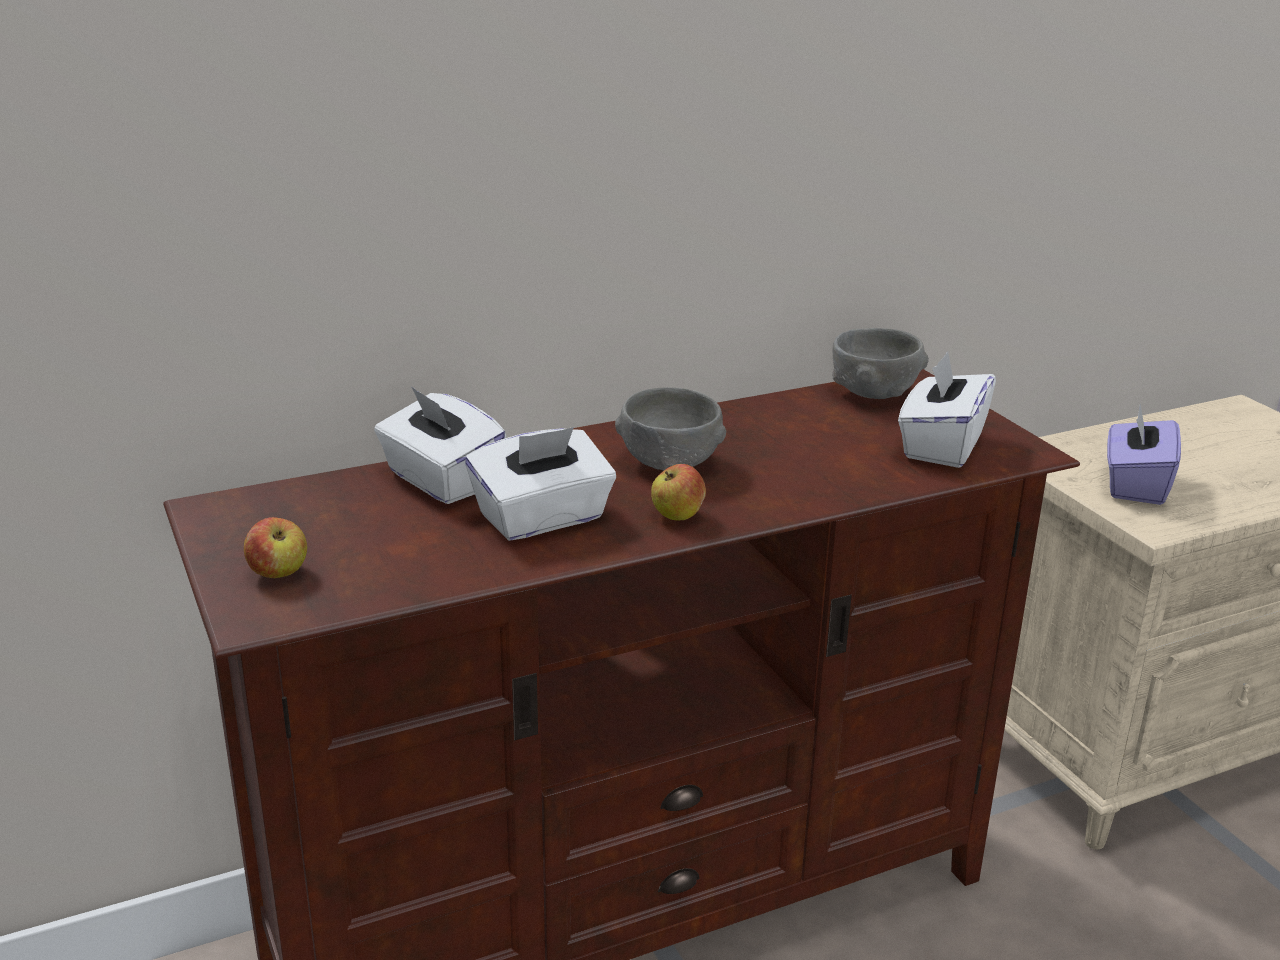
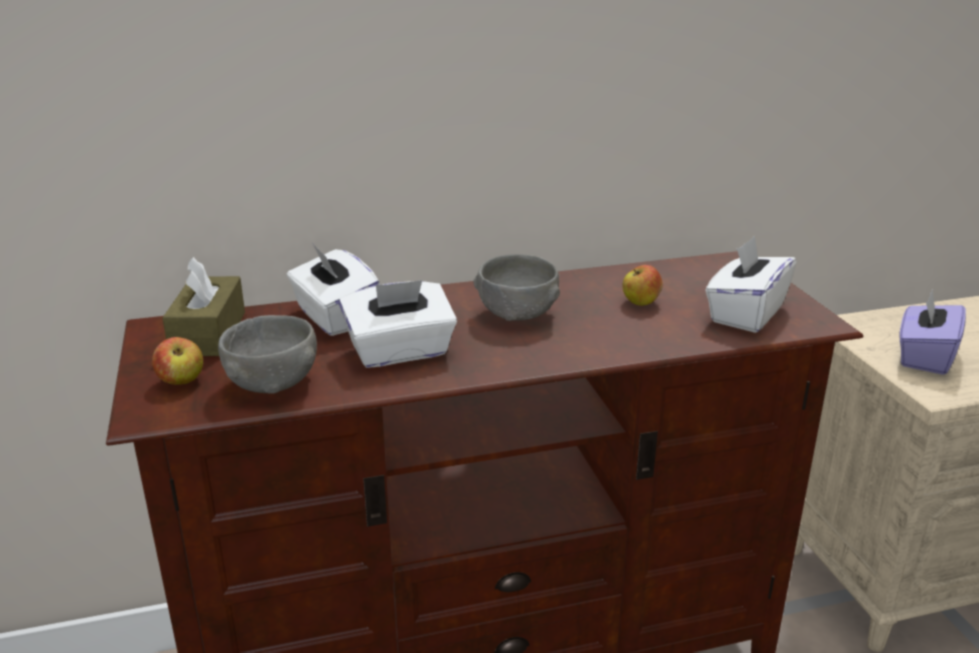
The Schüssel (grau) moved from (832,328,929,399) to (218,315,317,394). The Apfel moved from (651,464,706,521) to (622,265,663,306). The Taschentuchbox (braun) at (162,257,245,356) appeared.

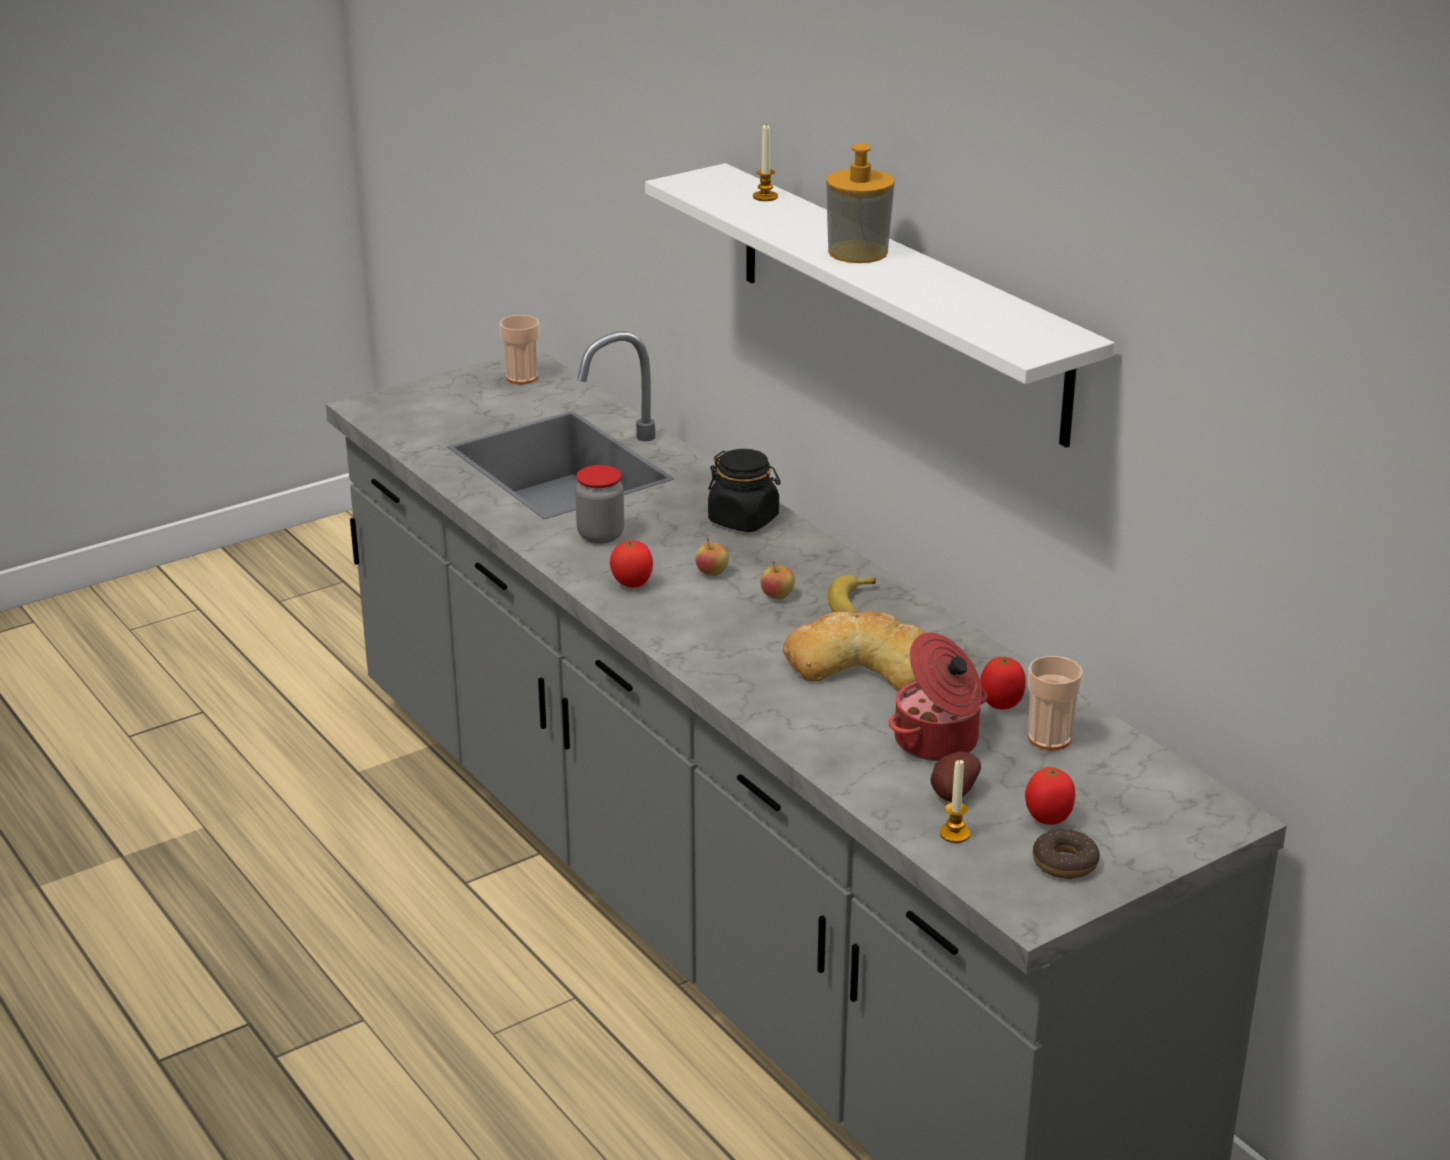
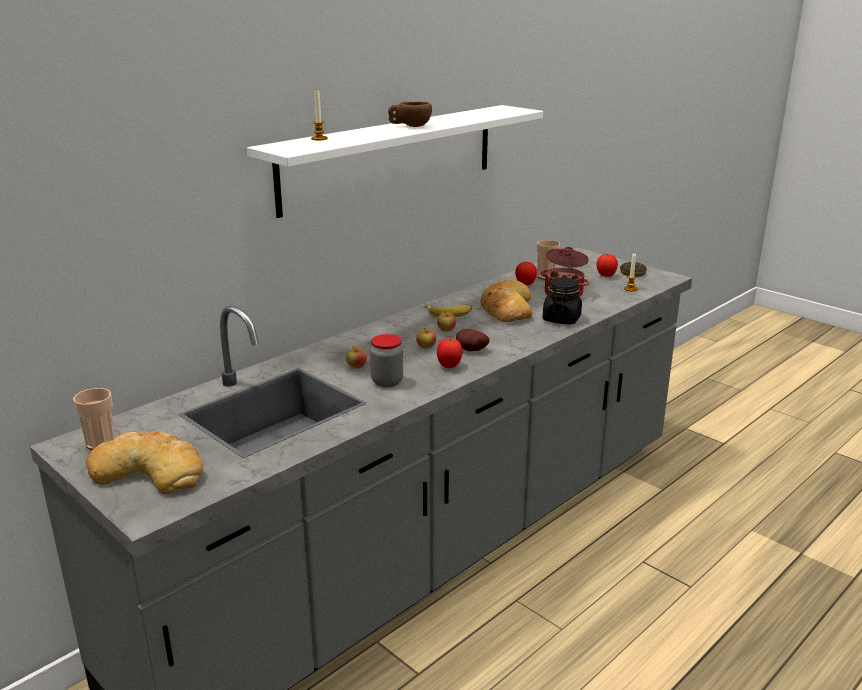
The Seifenspender at (826,143,895,263) was replaced by the Tasse (braun) at (388,102,432,127). The Vorratsglas (schwarz) moved from (708,449,781,532) to (542,277,582,325). The Kartoffel moved from (930,752,981,802) to (456,329,489,351). The Apfel at (346,346,367,368) appeared. The Brot at (86,431,203,494) appeared.

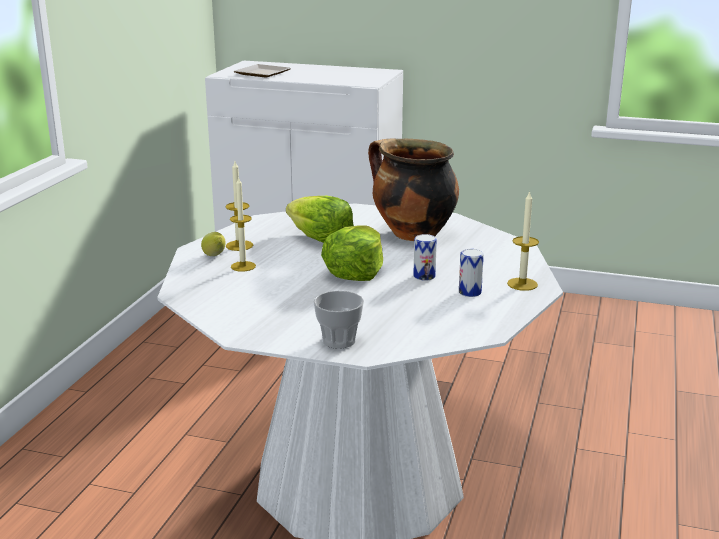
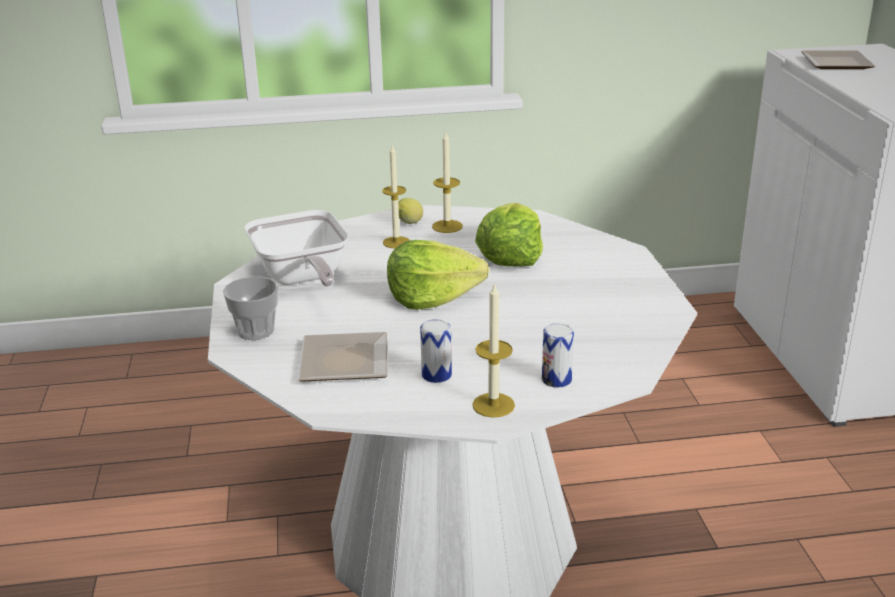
The Kochtopf at (368,138,459,241) disappeared. The Dose moved from (413,234,437,281) to (542,323,574,388). The Pfanne at (244,210,349,286) appeared. The Teller at (298,332,388,382) appeared.

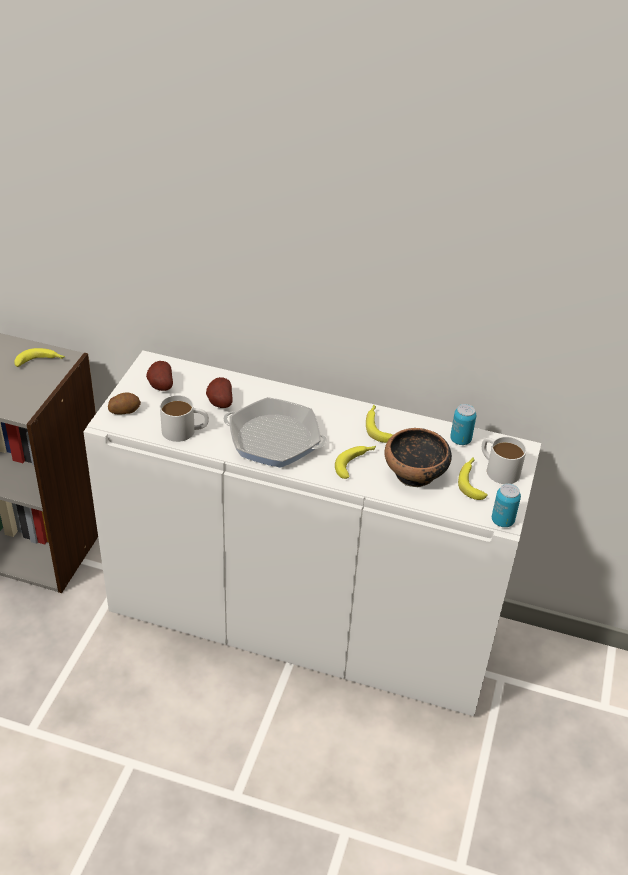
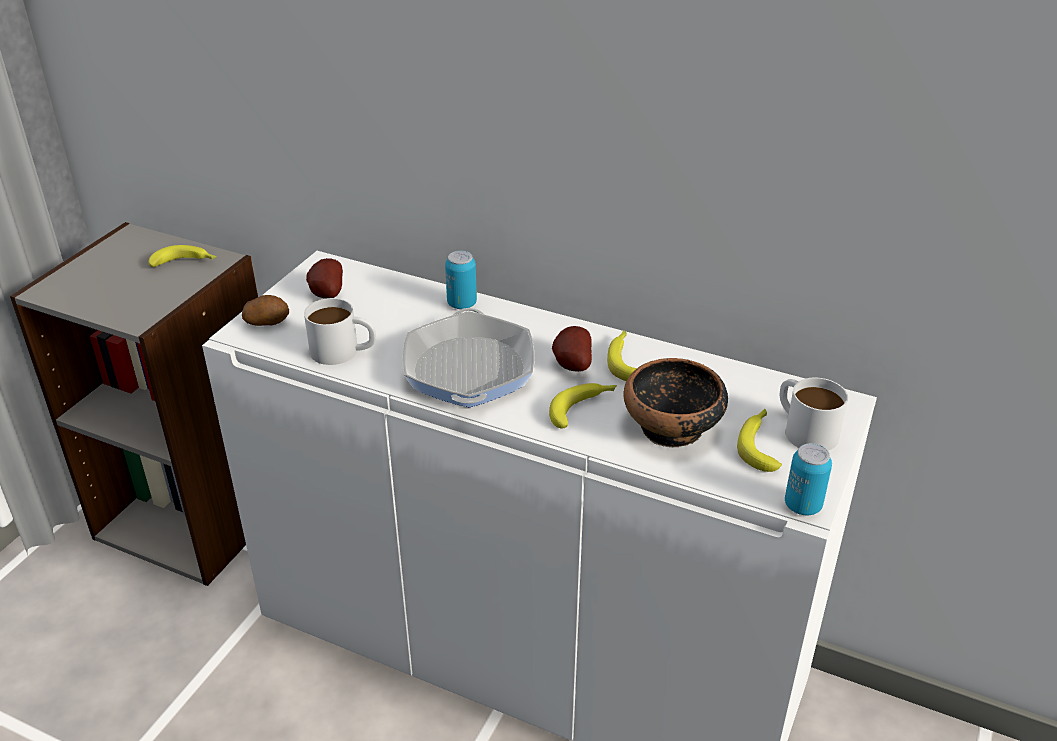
The Kartoffel moved from (206,377,233,408) to (552,326,592,372). The Pfanne at (223,397,327,468) turned 120 degrees counterclockwise. The Dose moved from (450,404,476,445) to (445,251,477,309).

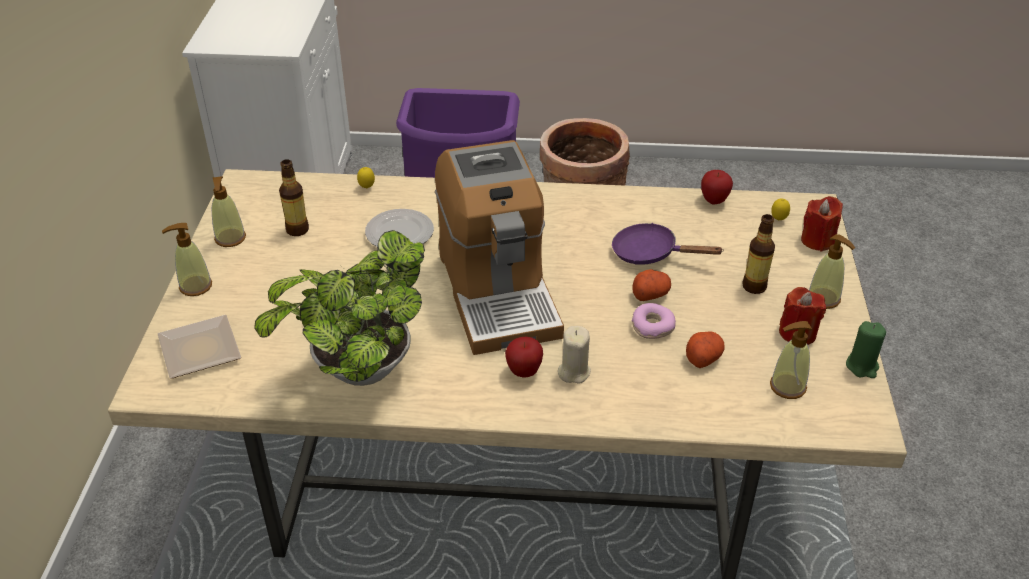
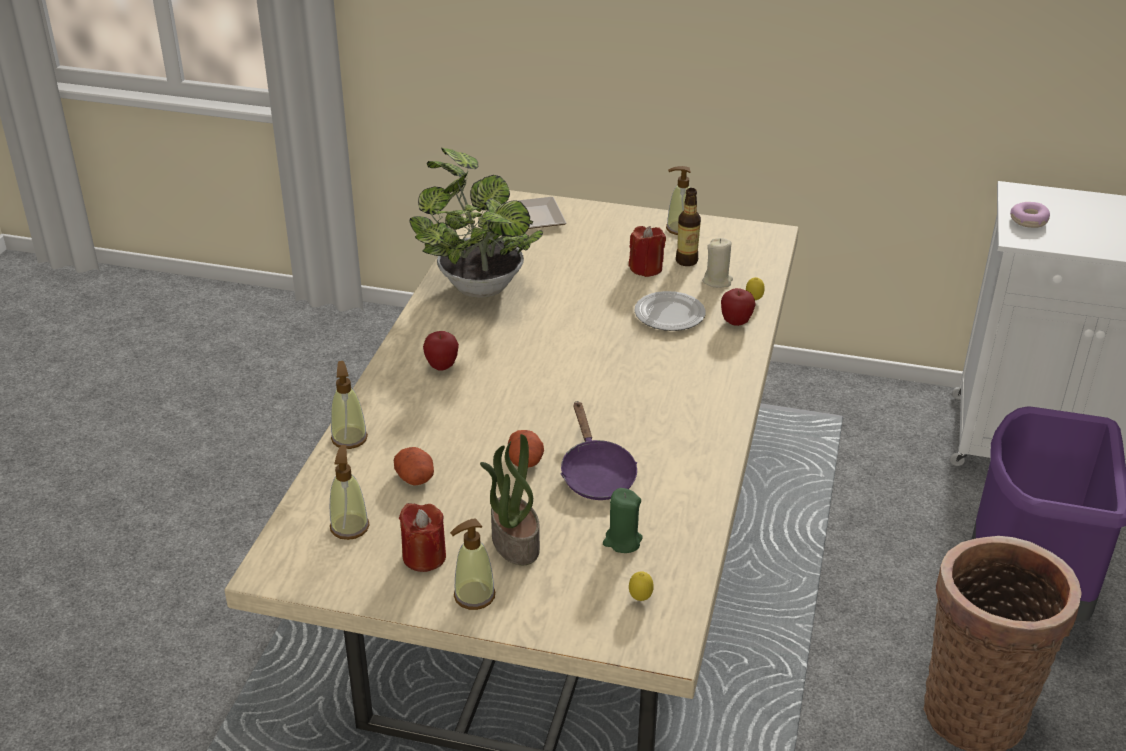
The Kaffeemaschine at (435,140,564,355) disappeared. The Apfel moved from (701,170,733,205) to (721,288,756,326). The Kerze (rot) moved from (801,196,843,252) to (629,226,666,277). The Flasche at (742,214,775,294) was replaced by the Topfpflanze at (480,434,540,565). The Seifenspender moved from (162,223,212,296) to (331,361,368,449). The Pfanne (lila) at (612,223,724,265) turned 135 degrees clockwise. The Donut moved from (631,303,676,339) to (1010,202,1050,228). The Kerze (grün) moved from (846,321,886,378) to (603,488,643,553). The Kerze (beige) moved from (558,326,591,384) to (702,238,733,288).

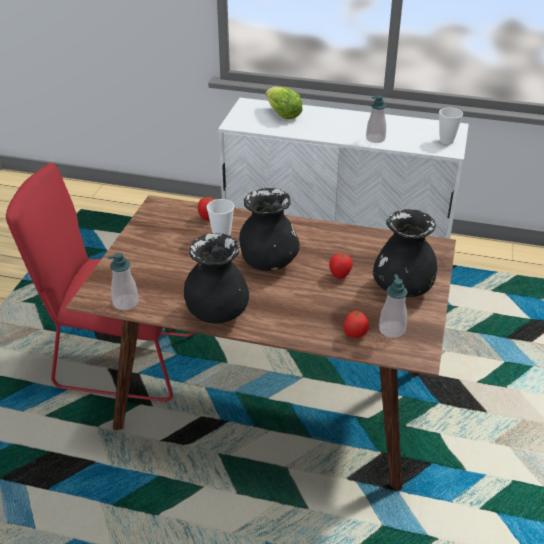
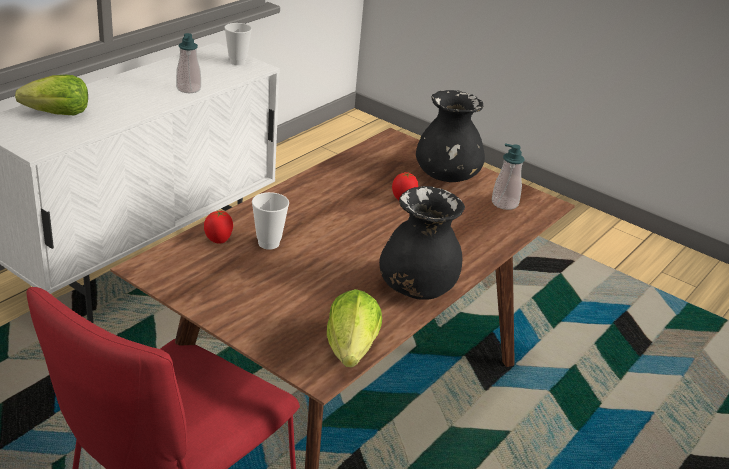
The Vase (schwarz) at (239,188,300,271) disappeared. The Seifenspender at (108,253,138,311) was replaced by the Salatkopf at (327,289,382,368). The Tomate at (343,311,369,338) disappeared.

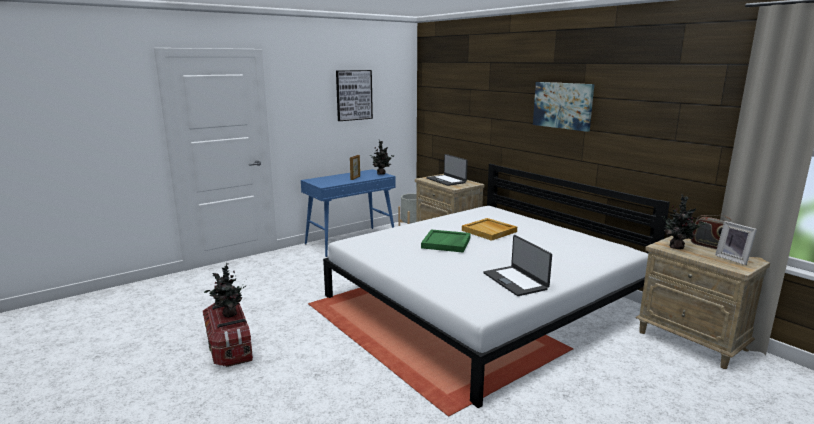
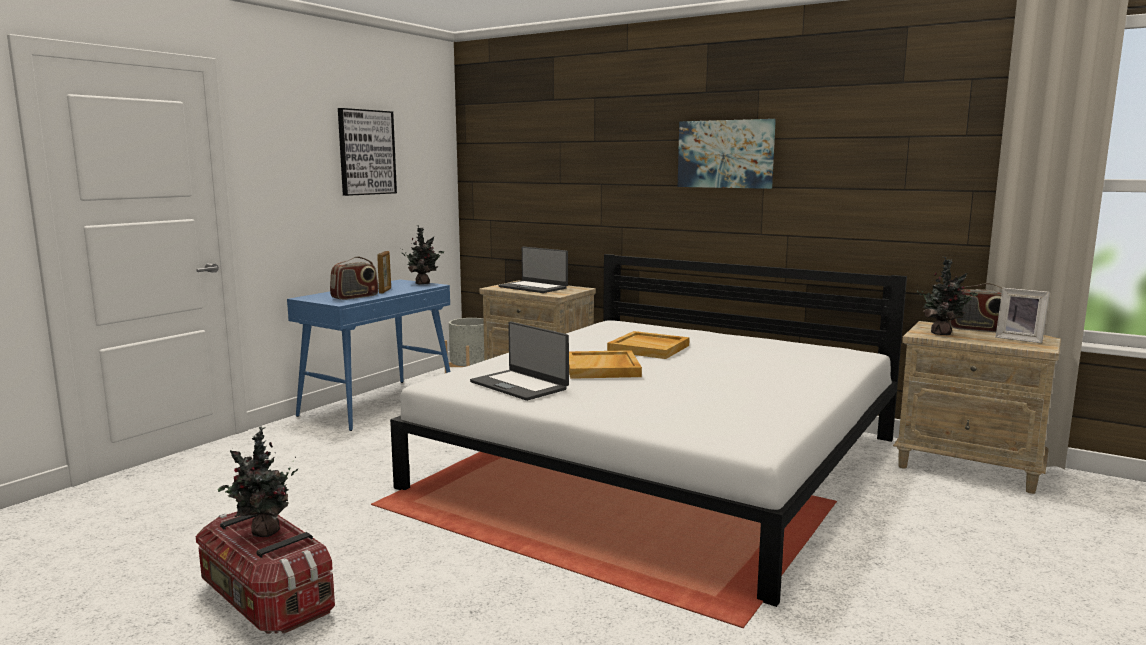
The Tablett (grün) at (421,230,471,252) became the Tablett (beige) at (569,350,642,379). The Laptop moved from (483,235,552,296) to (470,322,569,401). The Radio at (330,256,379,300) appeared.

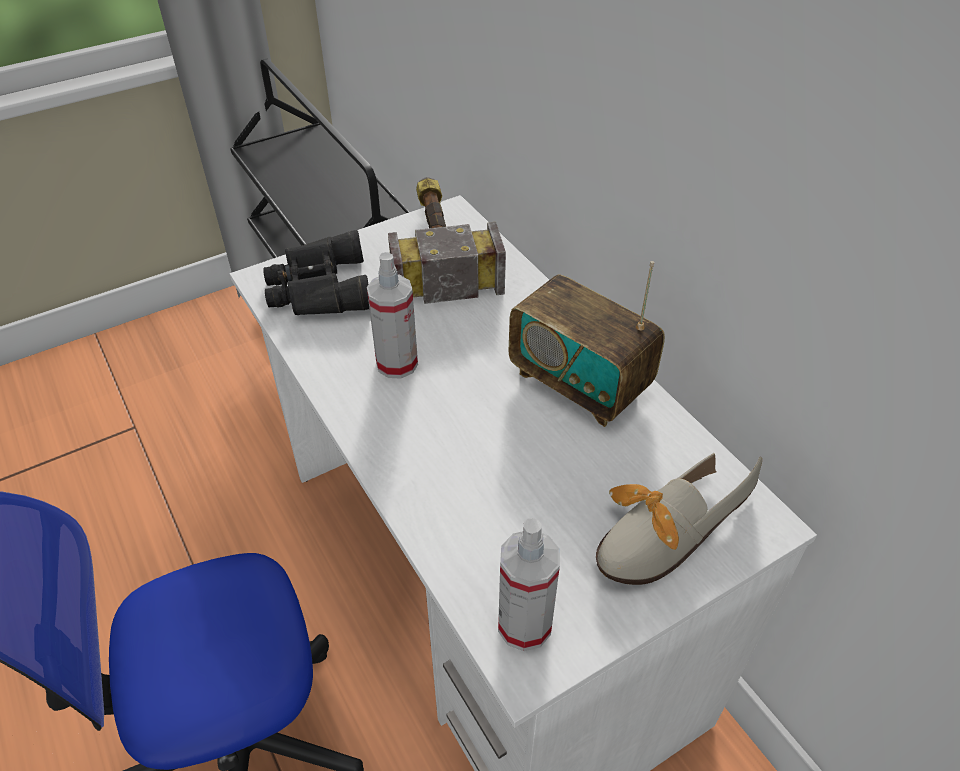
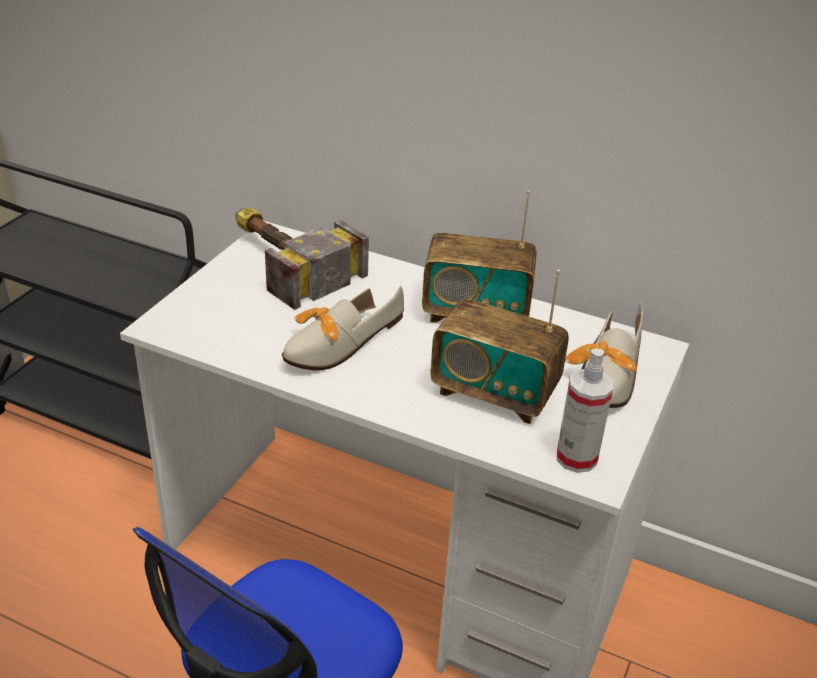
The Fernglas (schwarz) at (263,230,369,315) disappeared. The Sprühflasche at (367,252,418,379) was replaced by the Schuh at (282,286,404,371). The Radio at (430,270,569,424) appeared.

